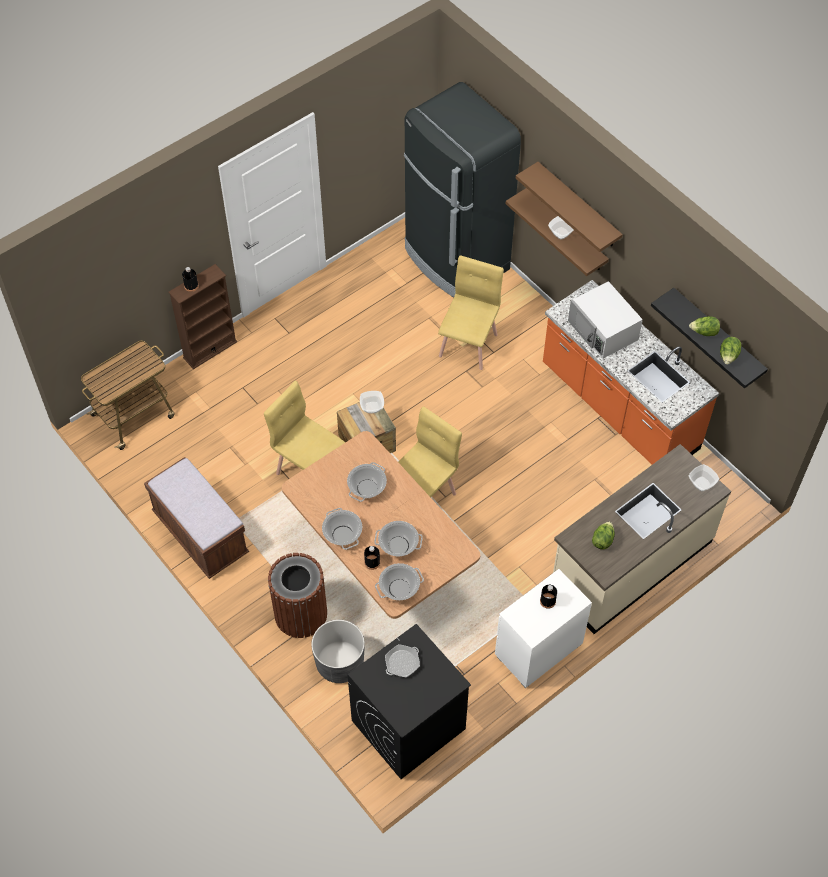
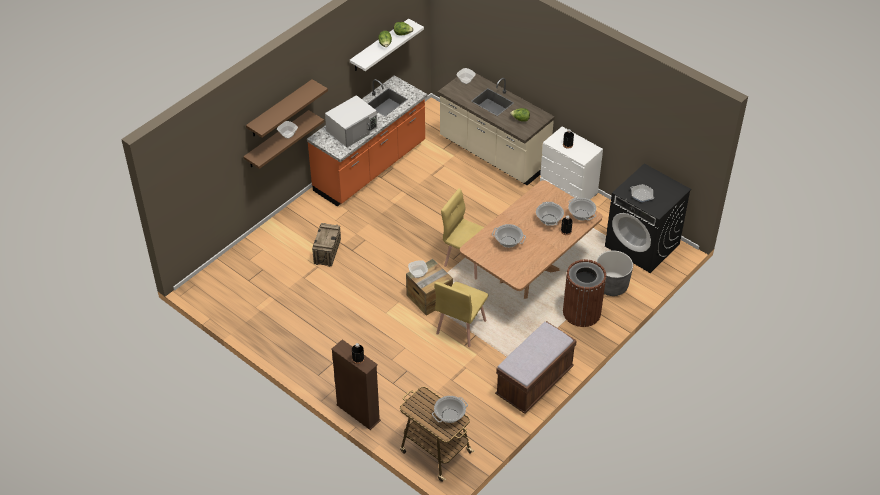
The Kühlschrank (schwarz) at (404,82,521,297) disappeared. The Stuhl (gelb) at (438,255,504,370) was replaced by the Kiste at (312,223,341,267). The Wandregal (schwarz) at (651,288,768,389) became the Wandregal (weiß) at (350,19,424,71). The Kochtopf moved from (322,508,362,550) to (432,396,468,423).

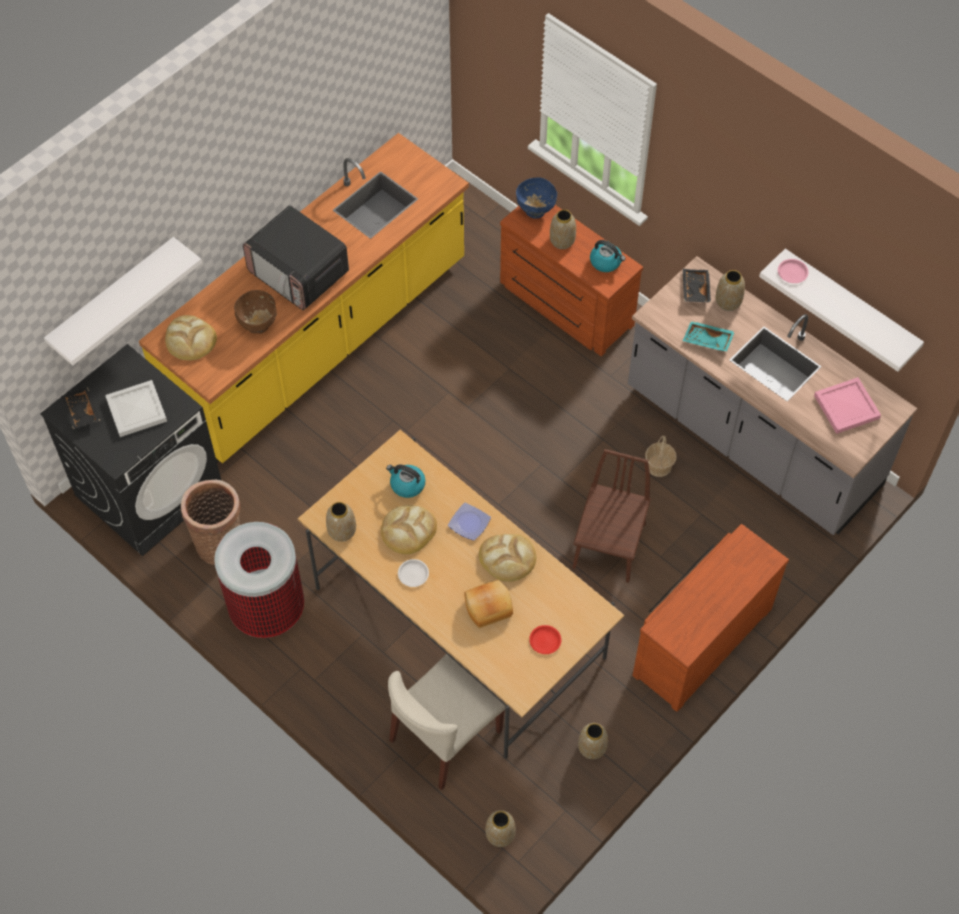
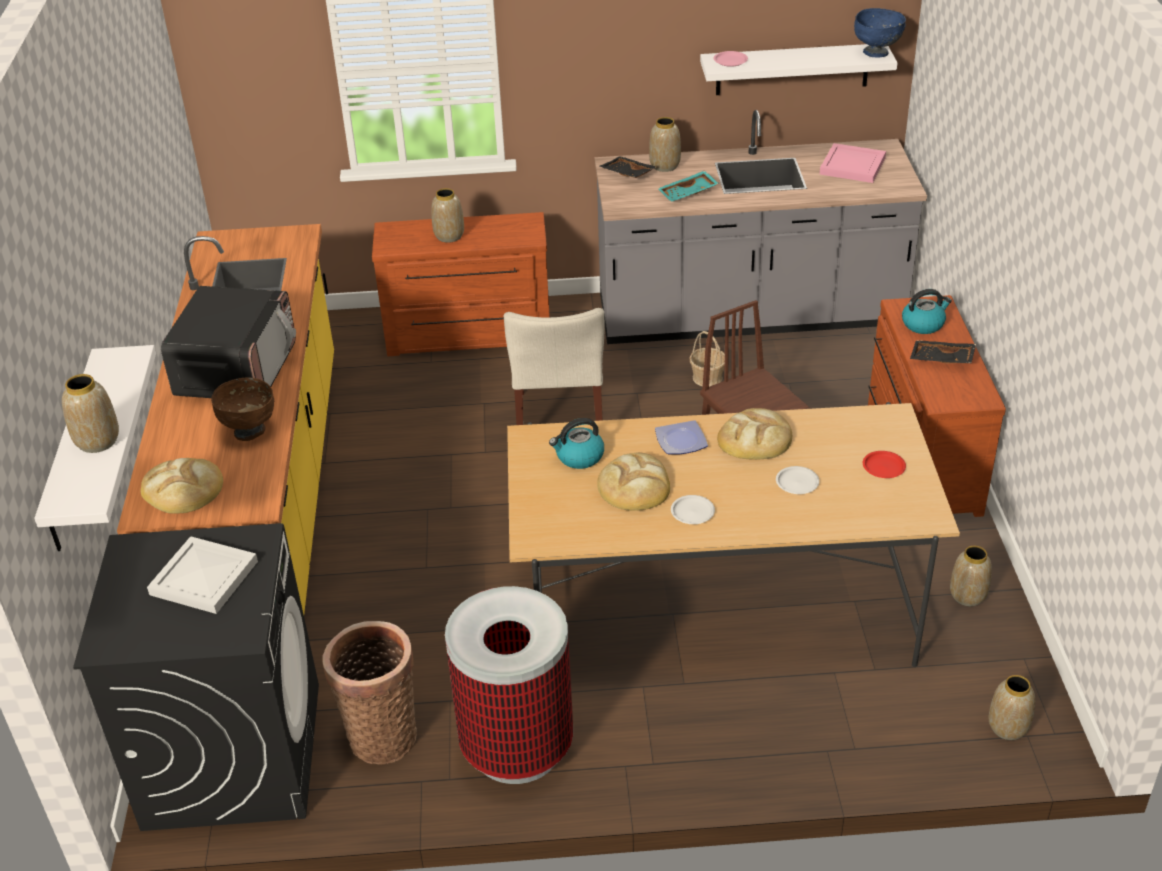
The Schüssel (blau) moved from (516,177,557,219) to (854,8,906,57). The Mikrowelle at (243,205,349,310) turned 75 degrees counterclockwise. The Wasserkessel moved from (590,240,626,272) to (902,289,952,334). The Tablett (schwarz) moved from (61,387,100,429) to (910,340,976,363). The Vase moved from (326,502,356,542) to (62,374,119,453). The Brot at (465,580,513,628) was replaced by the Teller (weiß) at (776,466,819,494). The Stuhl (beige) moved from (388,654,506,790) to (504,308,605,425).

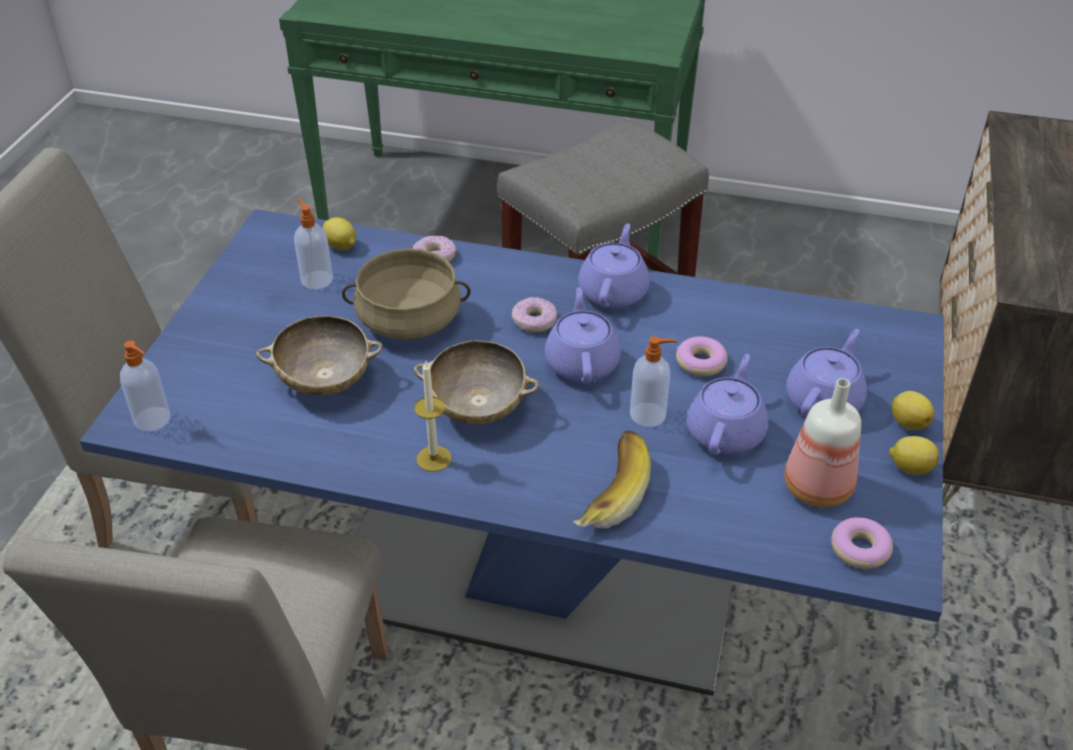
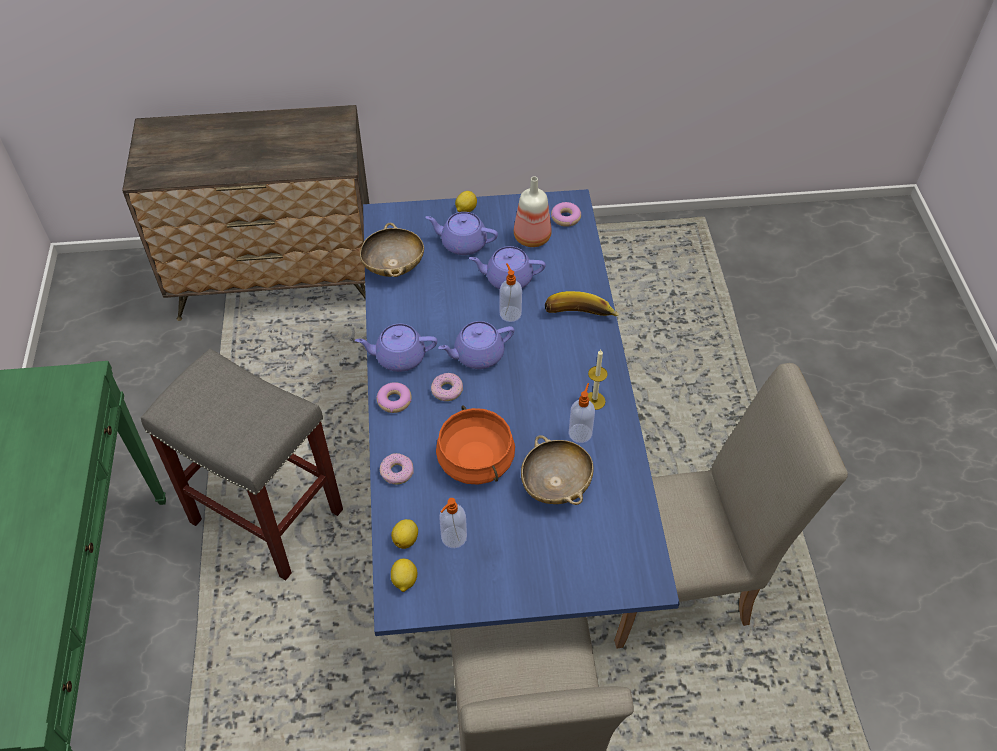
The Kochtopf (beige) at (342,248,471,340) became the Kochtopf (orange) at (436,405,515,485). The Donut moved from (676,337,728,377) to (376,382,412,413). The Seifenspender moved from (120,340,171,432) to (568,383,595,443). The Schüssel (beige) moved from (414,340,540,424) to (360,223,424,277). The Zitrone moved from (889,436,939,475) to (391,558,417,592).

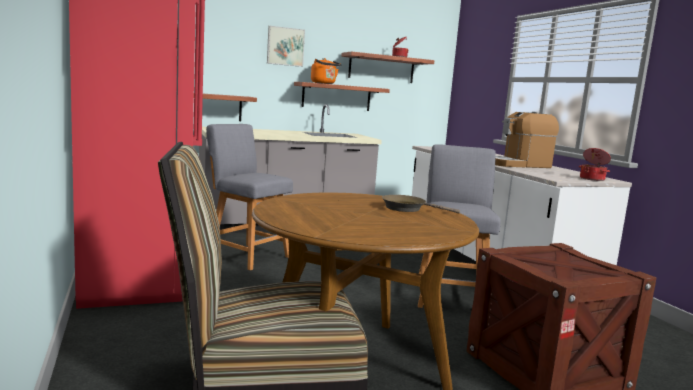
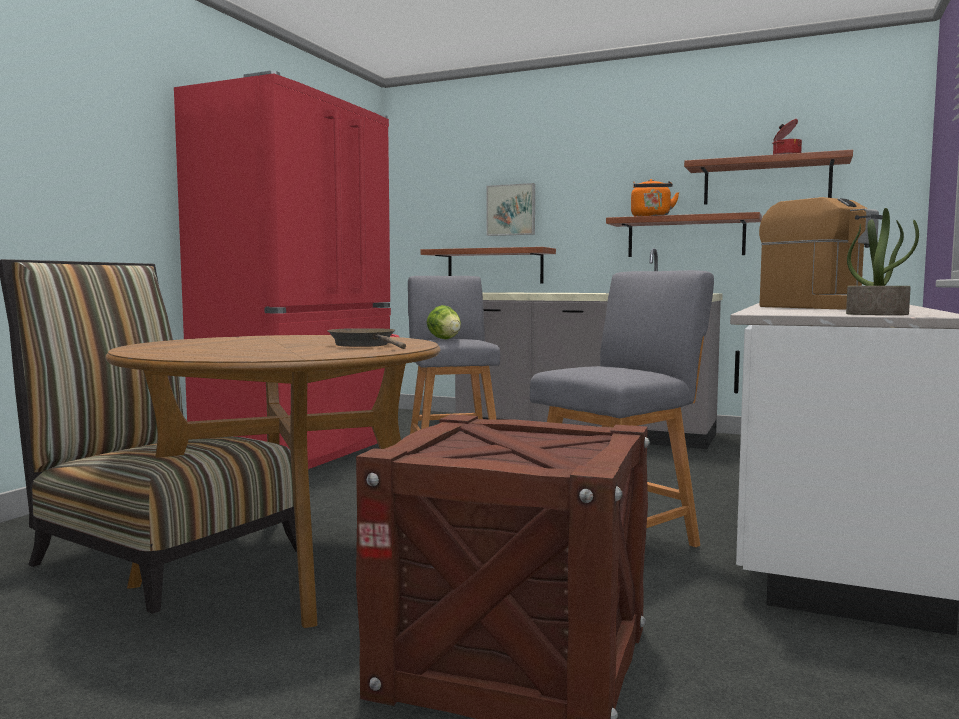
The Bild moved from (267,26,305,67) to (486,183,535,236). The Kaffeemaschine at (495,112,559,168) turned 150 degrees counterclockwise. The Kochtopf at (579,148,611,181) was replaced by the Topfpflanze at (846,208,919,315). The Salatkopf at (427,305,461,339) appeared.

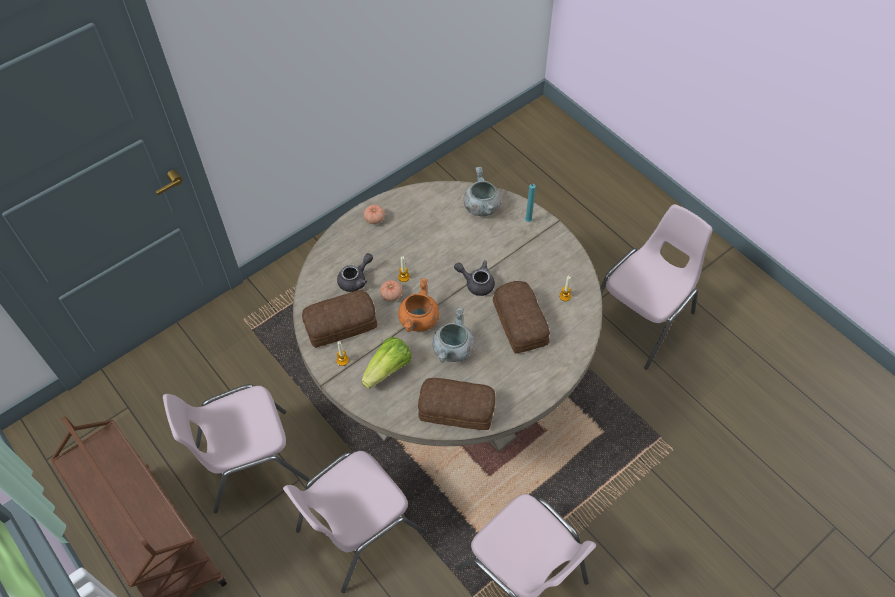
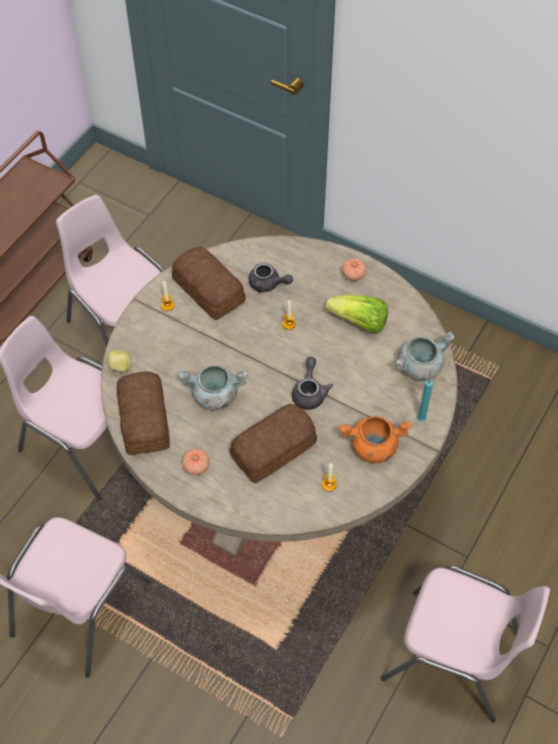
The Kochtopf (orange) moved from (398,278,439,332) to (340,416,411,463). The Tomate moved from (380,280,402,301) to (182,449,210,475). The Salatkopf moved from (362,337,412,389) to (326,295,388,333). The Kartoffel at (107,350,132,372) appeared.

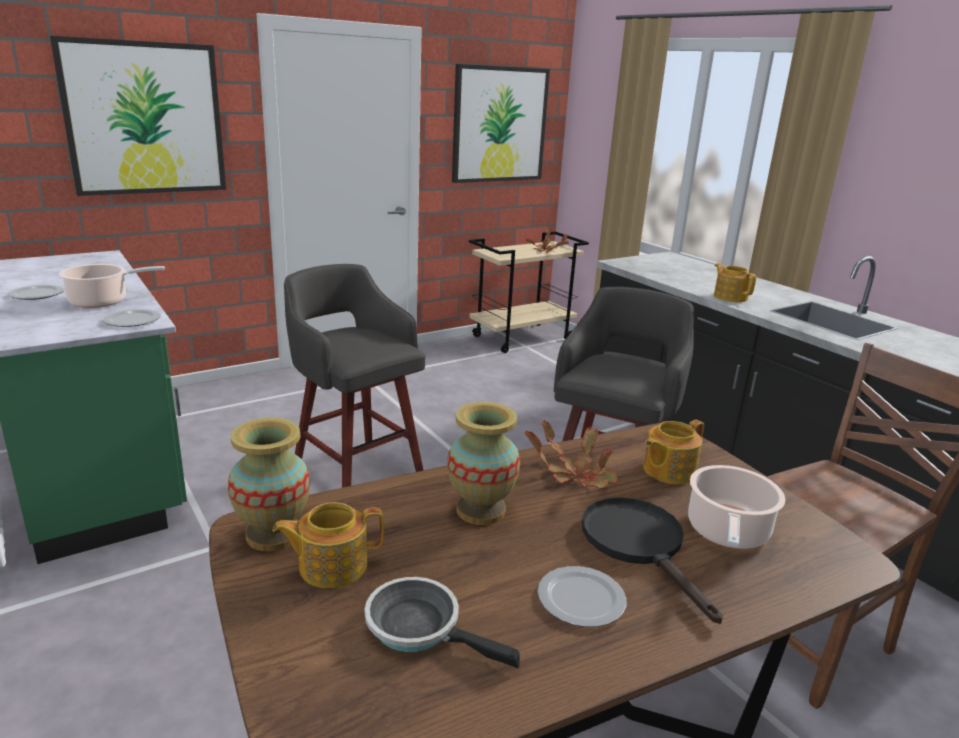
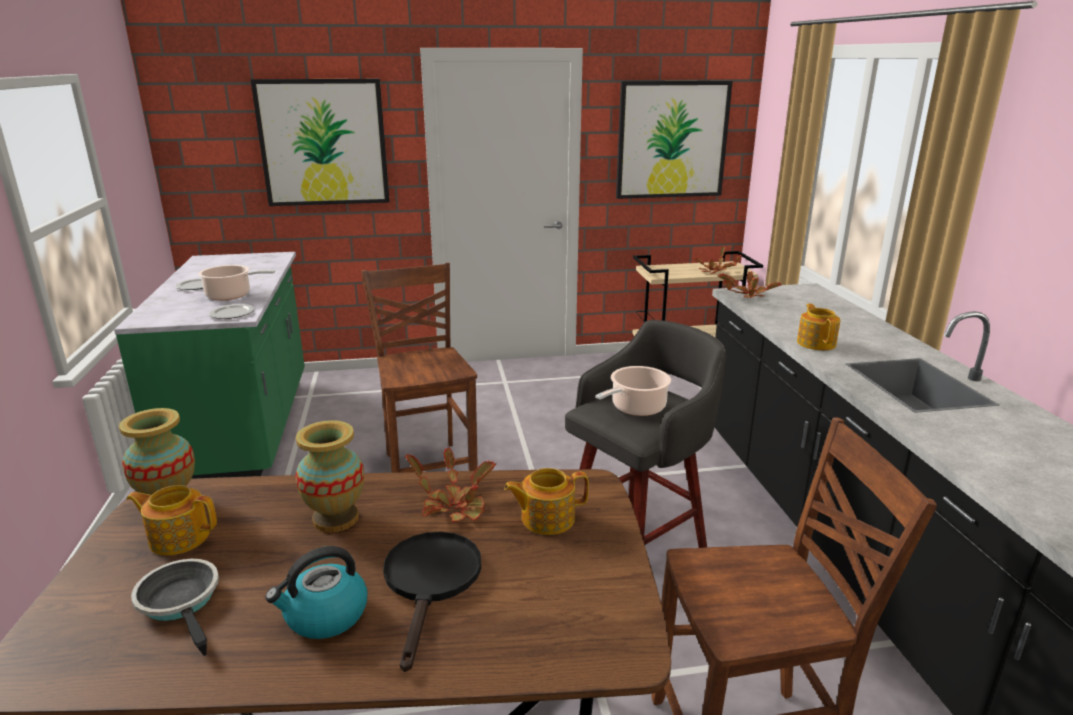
The Hocker (grau) at (284,264,425,488) was replaced by the Stuhl (braun) at (361,263,478,473). The Kochtopf moved from (688,465,786,549) to (595,366,671,416). The Teller at (538,566,626,627) was replaced by the Wasserkessel at (265,546,367,639). The Topfpflanze at (718,271,782,298) appeared.

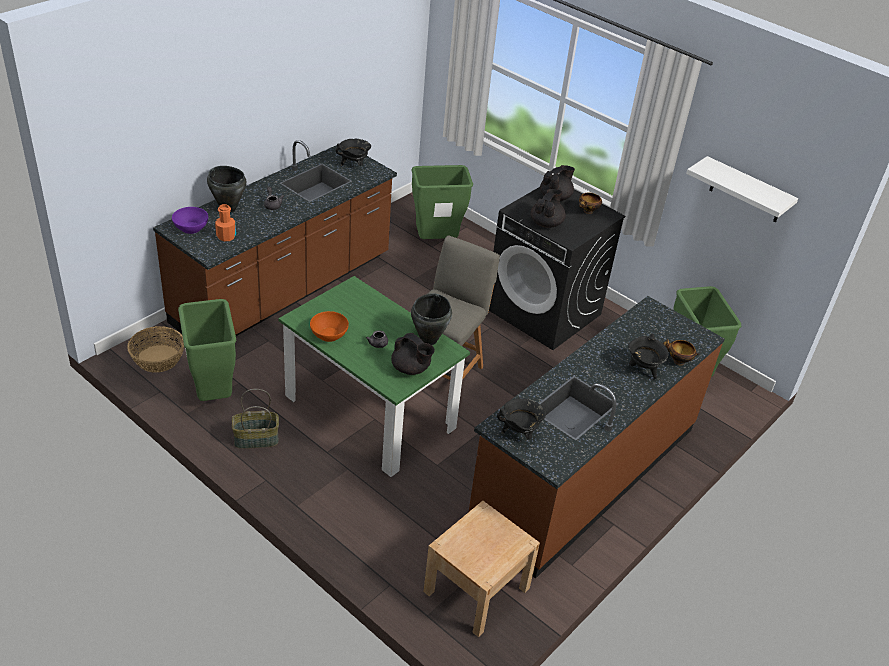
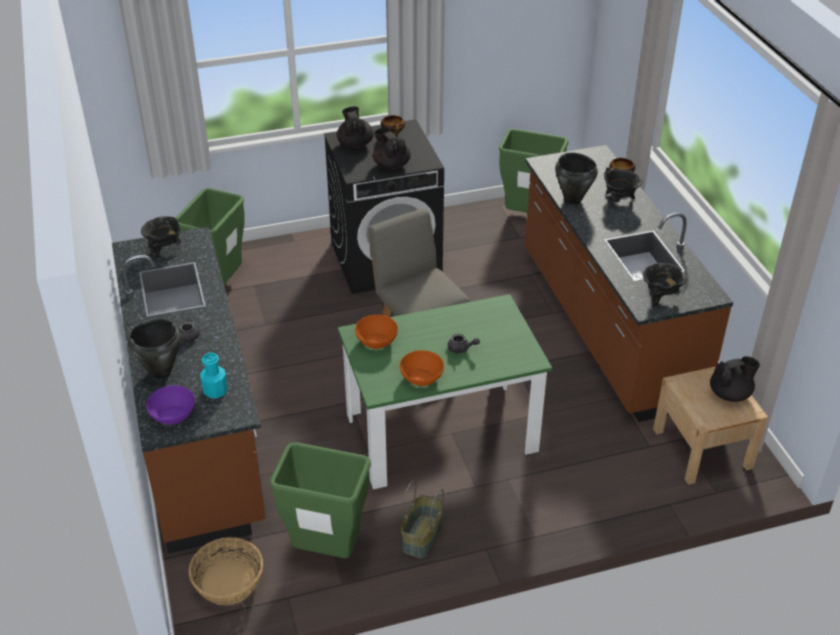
The Wandregal (weiß) at (686,156,798,222) disappeared. The Flasche (orange) at (215,204,236,241) became the Flasche (türkis) at (200,353,228,398). The Kochtopf (schwarz) moved from (411,293,452,345) to (555,152,598,205). The Teekanne (schwarz) moved from (391,333,435,375) to (710,356,760,402). The Schüssel (orange) at (355,315,398,349) appeared.

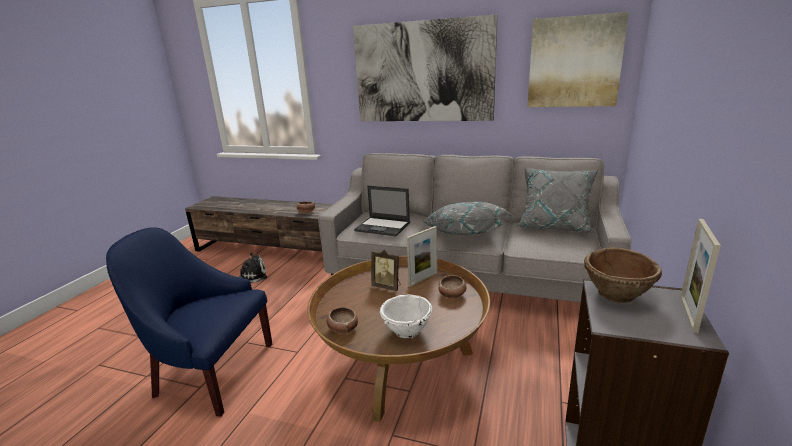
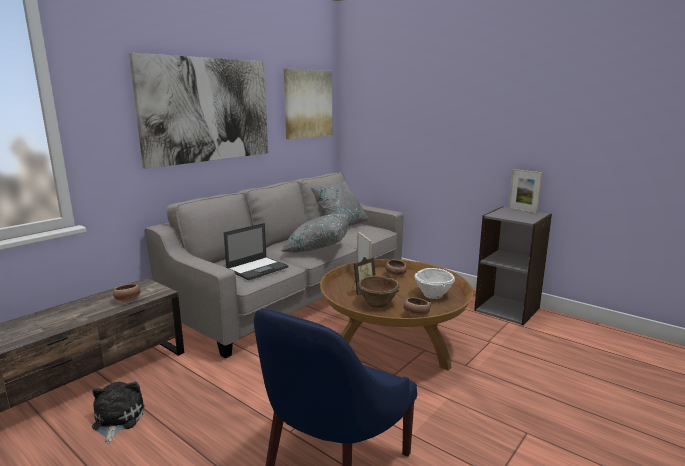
The Schüssel (braun) moved from (584,247,662,303) to (358,276,399,308).

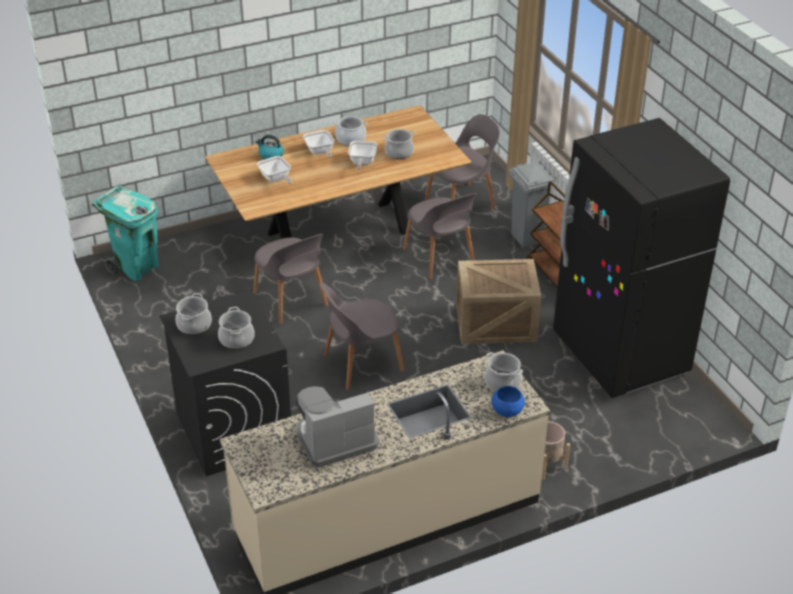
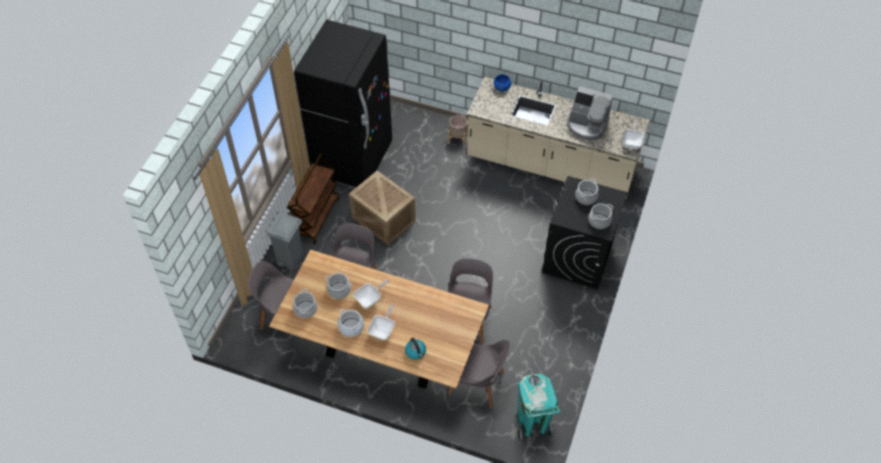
The Pfanne moved from (257,156,292,184) to (622,119,644,149). The Stuhl (grau) moved from (320,282,404,390) to (448,340,510,409). The Kochtopf moved from (485,352,523,392) to (293,289,317,318).

